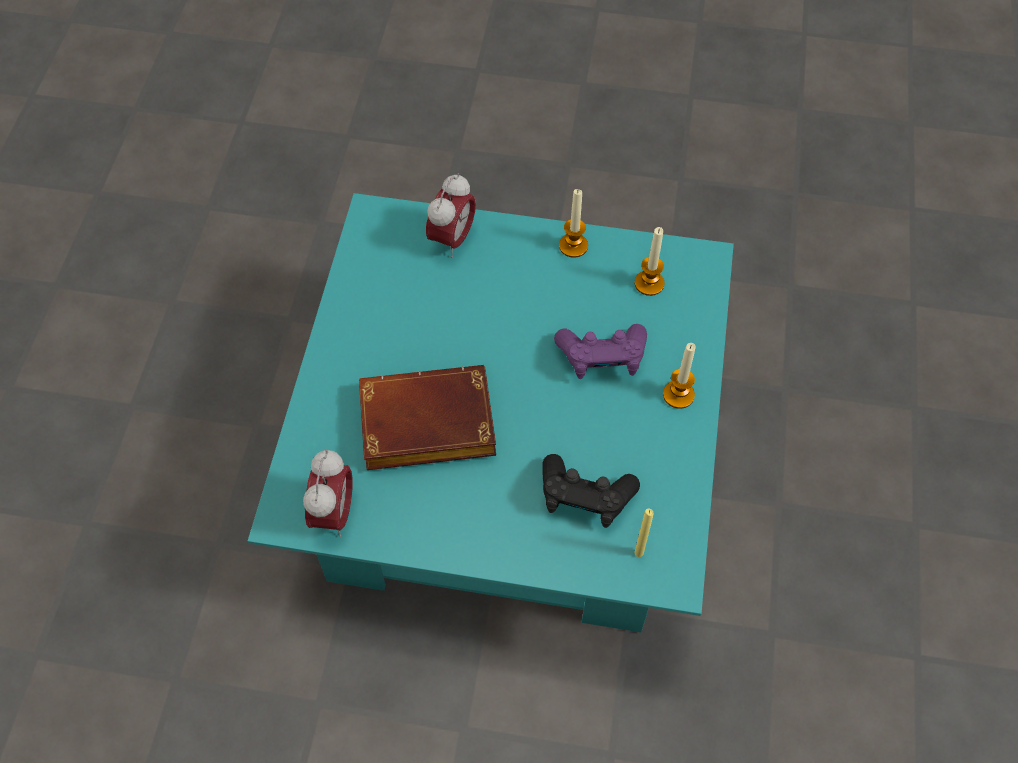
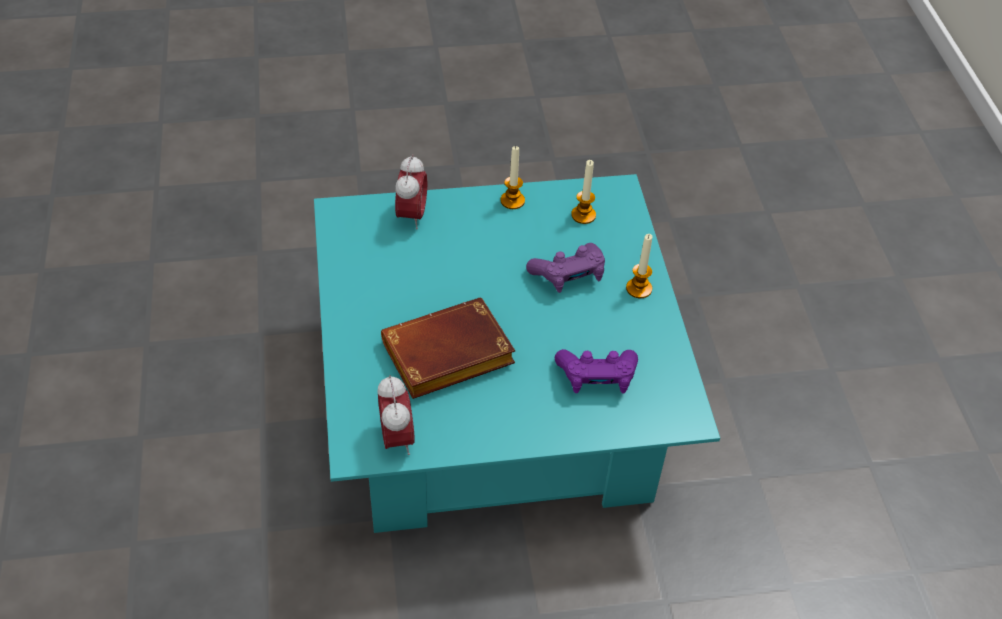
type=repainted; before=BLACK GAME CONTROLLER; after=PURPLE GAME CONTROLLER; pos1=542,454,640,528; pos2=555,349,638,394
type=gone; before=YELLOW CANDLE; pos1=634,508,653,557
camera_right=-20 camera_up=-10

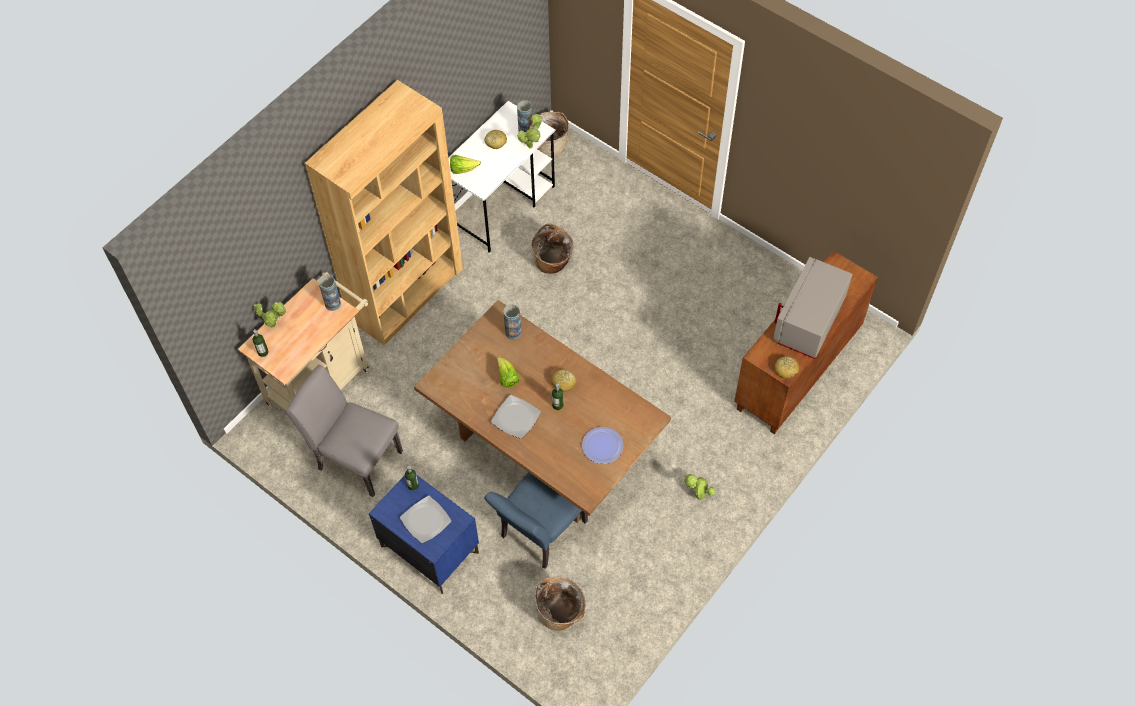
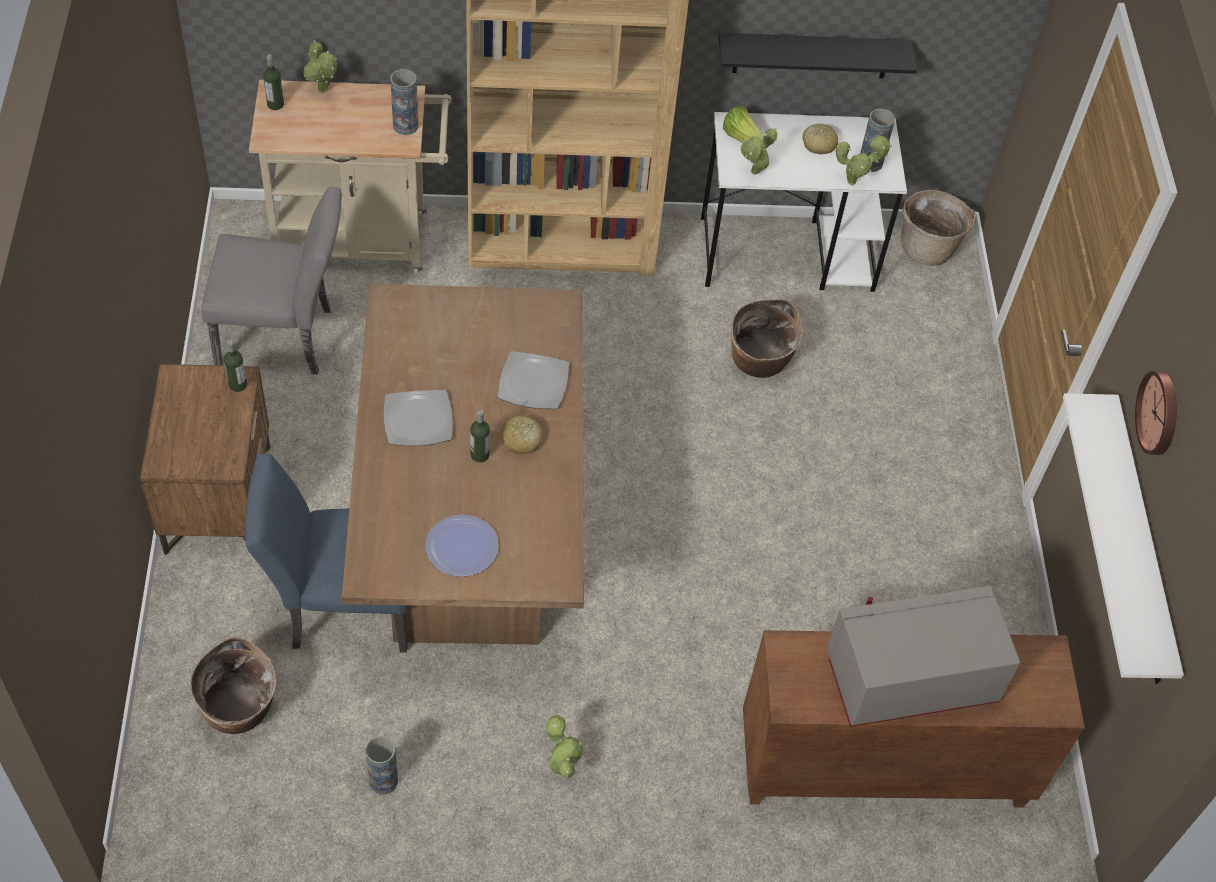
type=rotated; before=GREY CHAIR; pos1=286,364,403,497; pos2=201,187,342,375; turn=105
type=repainted; before=BLUE NIGHTSTAND; after=BROWN NIGHTSTAND; pos1=369,475,479,594; pos2=140,364,271,555
type=shifted; before=PLATE; pos1=400,496,452,543; pos2=498,351,569,409
type=gone; before=LETTUCE; pos1=497,357,520,388
type=shifted; before=VASE; pos1=503,304,522,340; pos2=365,736,398,795
type=gone; before=BREAD; pos1=775,356,799,379
type=new; after=BLACK SHELF; pos2=719,33,917,78
type=new; after=POTTED PLANT; pos2=740,128,777,174
type=new; after=WHITE SHELF; pos2=1063,393,1184,684
type=new; after=WALL CLOCK; pos2=1135,371,1177,455
camera_right=45 camera_up=-5

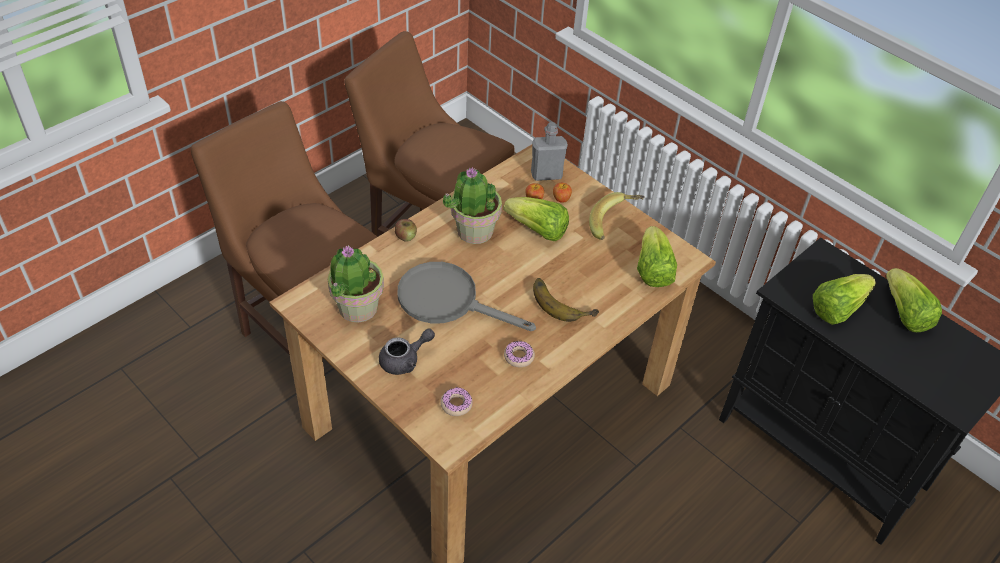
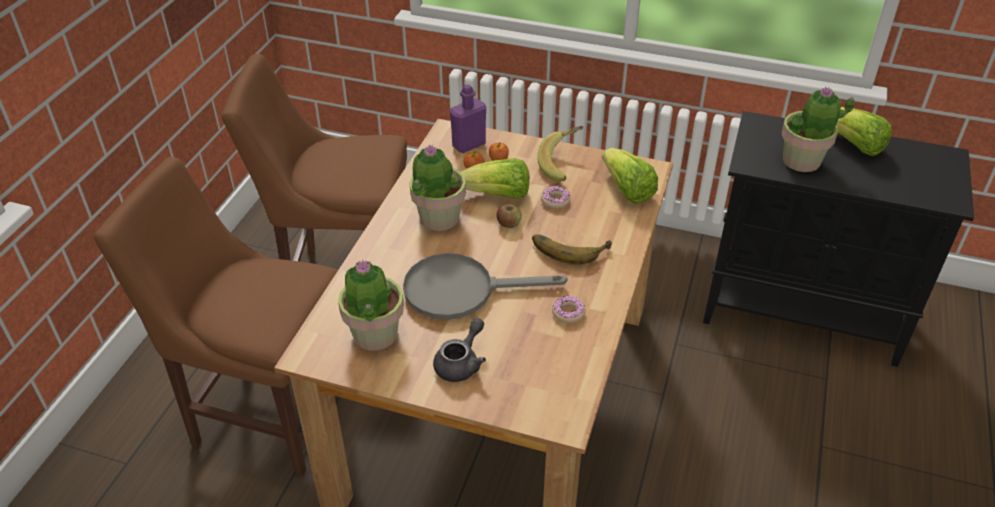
type=shifted; before=APPLE; pos1=395,219,417,242; pos2=496,204,522,228
type=shifted; before=DONUT; pos1=440,387,473,416; pos2=541,186,570,209
type=repainted; before=GREY BOTTLE; after=PURPLE BOTTLE; pos1=531,122,568,181; pos2=450,84,486,153
type=swapped; before=LETTUCE; after=POTTED PLANT; pos1=813,274,876,325; pos2=781,86,855,172
camera_right=-25 camera_up=-5

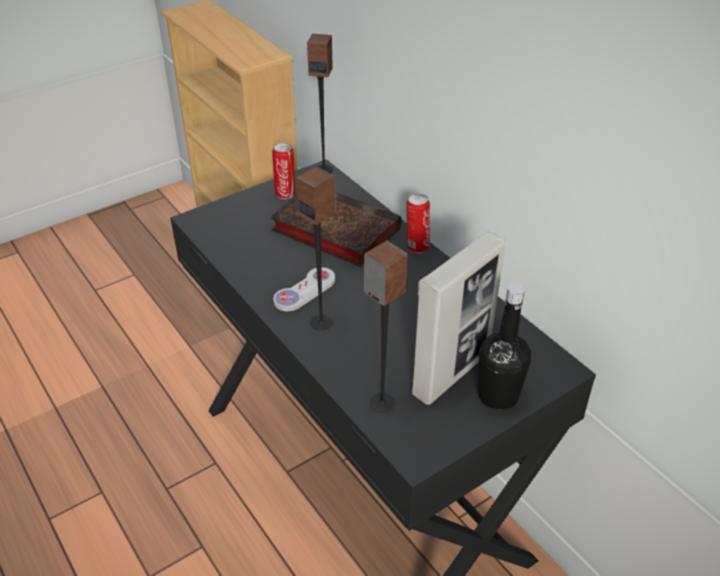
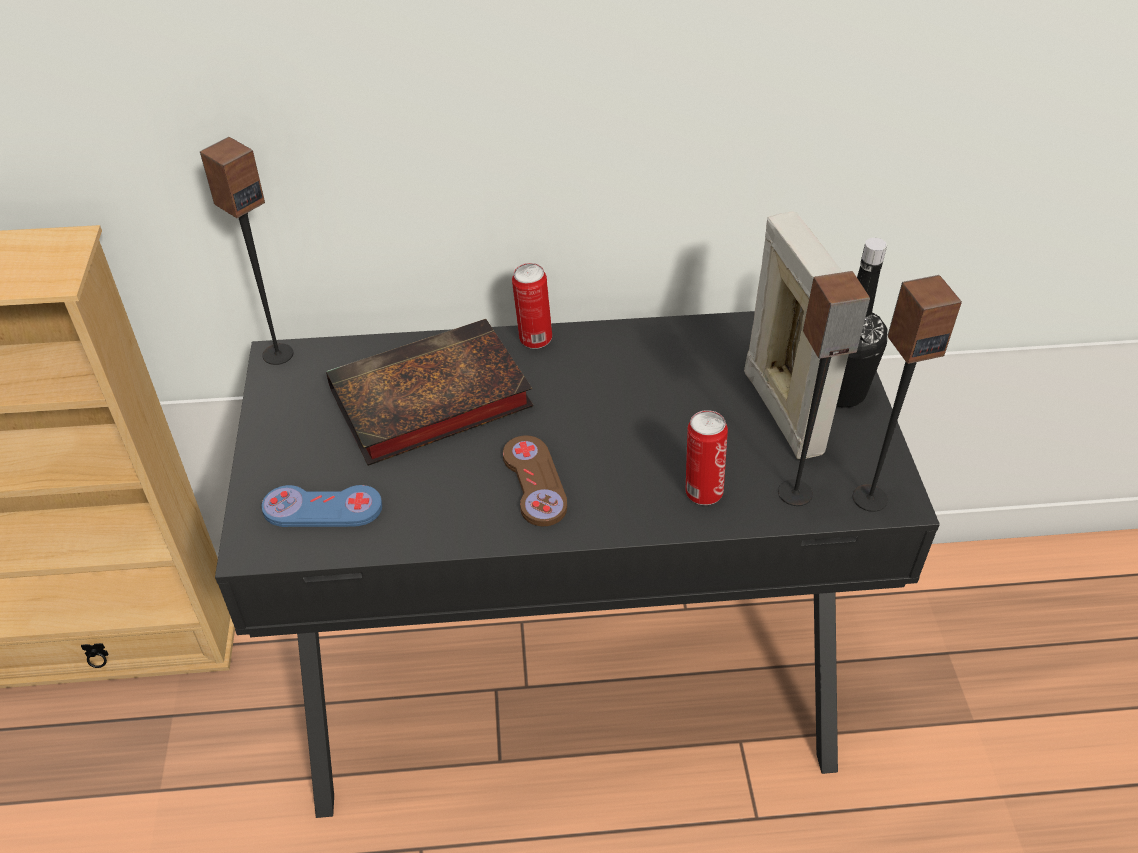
type=shifted; before=CAN; pos1=272,143,295,199; pos2=686,410,728,505
type=repainted; before=WHITE GAME CONTROLLER; after=BROWN GAME CONTROLLER; pos1=273,267,335,311; pos2=503,435,567,526
type=shifted; before=SPEAKER; pos1=296,167,336,331; pos2=853,275,962,512
type=new; after=BLUE GAME CONTROLLER; pos2=261,485,382,527
camera_right=-60 camera_up=5

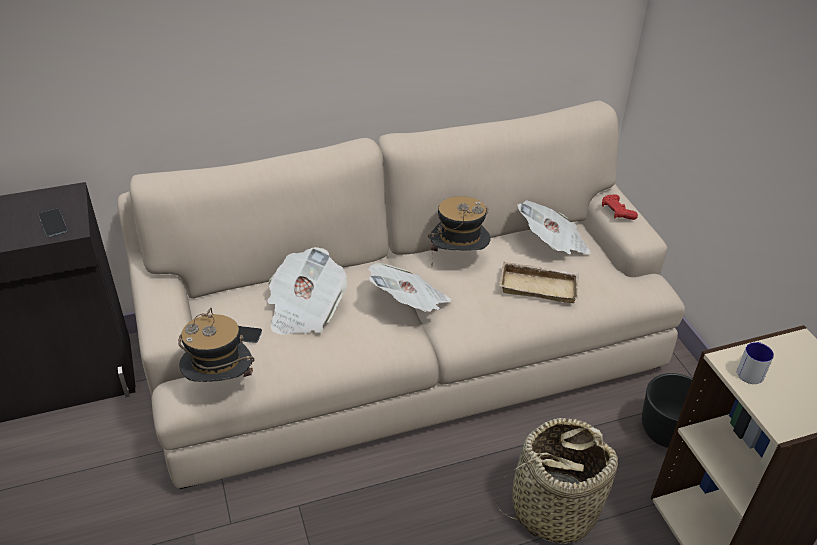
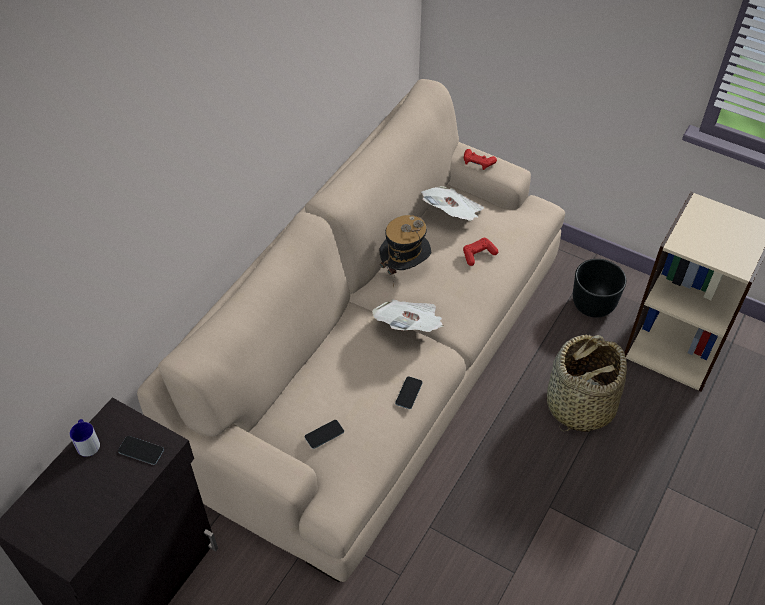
type=gone; before=HAT; pos1=178,308,255,382
type=gone; before=NEWSPAPER; pos1=267,247,348,335
type=swapped; before=BEIGE TRAY; after=RED GAME CONTROLLER; pos1=499,261,579,303; pos2=463,238,498,266
type=shifted; before=MUG; pos1=737,342,774,384; pos2=70,419,100,457
type=new; after=PHONE; pos2=395,376,423,409
camera_right=-40 camera_up=10

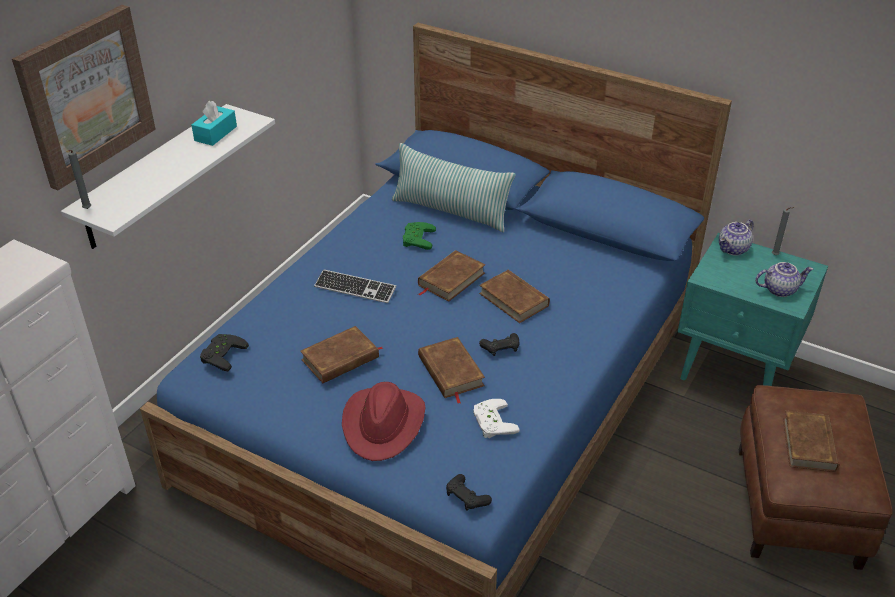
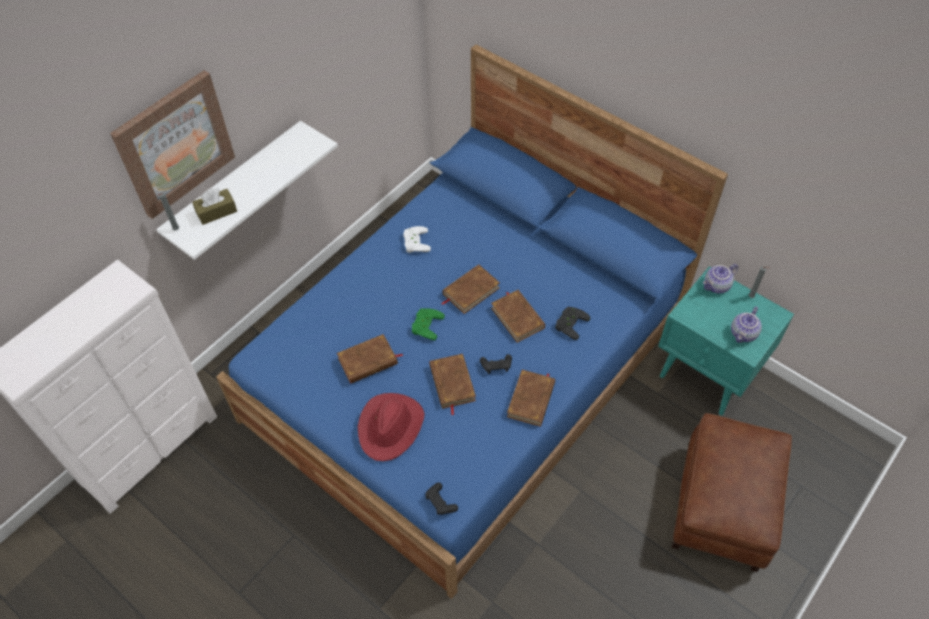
type=gone; before=TURQUOISE TISSUE BOX; pos1=191,100,237,146
type=shifted; before=BLACK GAME CONTROLLER; pos1=200,334,249,371; pos2=555,307,590,340
type=gone; before=KEYBOARD; pos1=314,269,396,303
type=gone; before=PILLOW; pos1=392,143,516,233
type=shifted; before=GREEN GAME CONTROLLER; pos1=403,222,436,250; pos2=412,309,445,340
type=shifted; before=WHITE GAME CONTROLLER; pos1=473,399,520,438; pos2=404,226,431,253
type=rotated; before=TEAPOT; pos1=755,262,813,297; pos2=731,306,762,343; turn=120
type=shifted; before=BROWN BOOK; pos1=783,411,838,472; pos2=507,370,555,427
type=new; after=BROWN TISSUE BOX; pos2=192,188,237,225
camera_right=10 camera_up=15

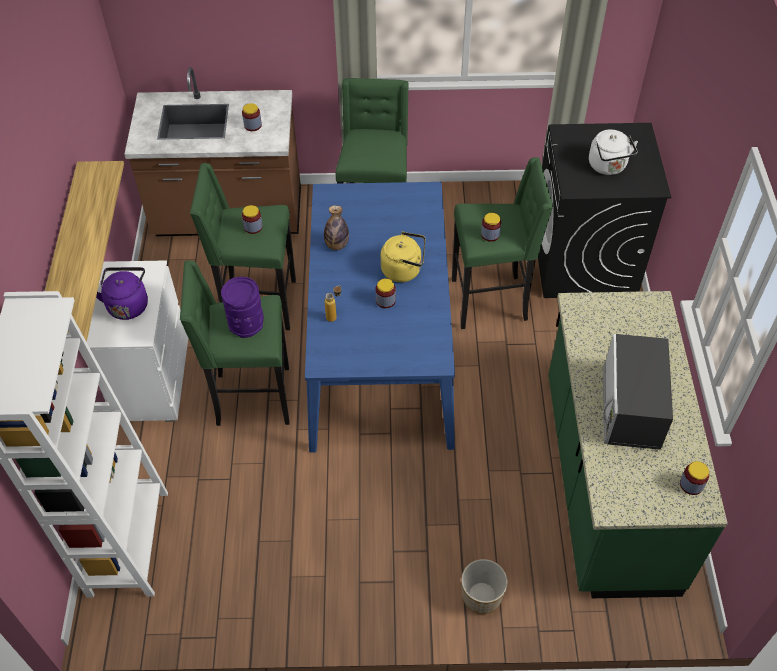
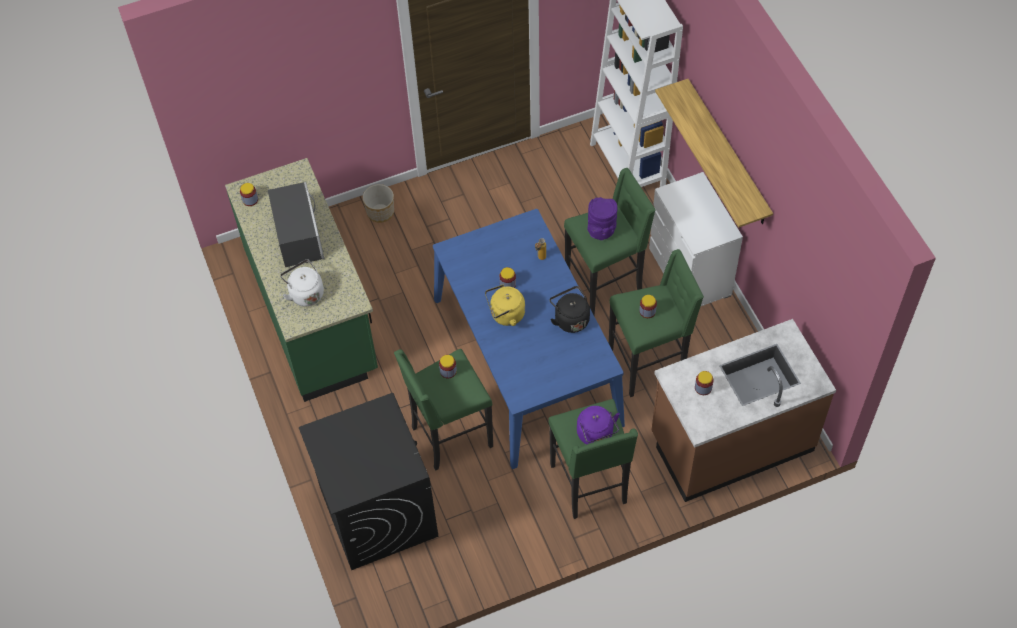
type=shifted; before=PURPLE KETTLE; pos1=96,267,148,320; pos2=577,406,620,445
type=swapped; before=BOTTLE; after=BLACK KETTLE; pos1=324,205,349,250; pos2=550,286,590,333
type=shifted; before=WHITE KETTLE; pos1=589,129,638,175; pos2=280,259,324,306
camera_right=160 camera_up=5

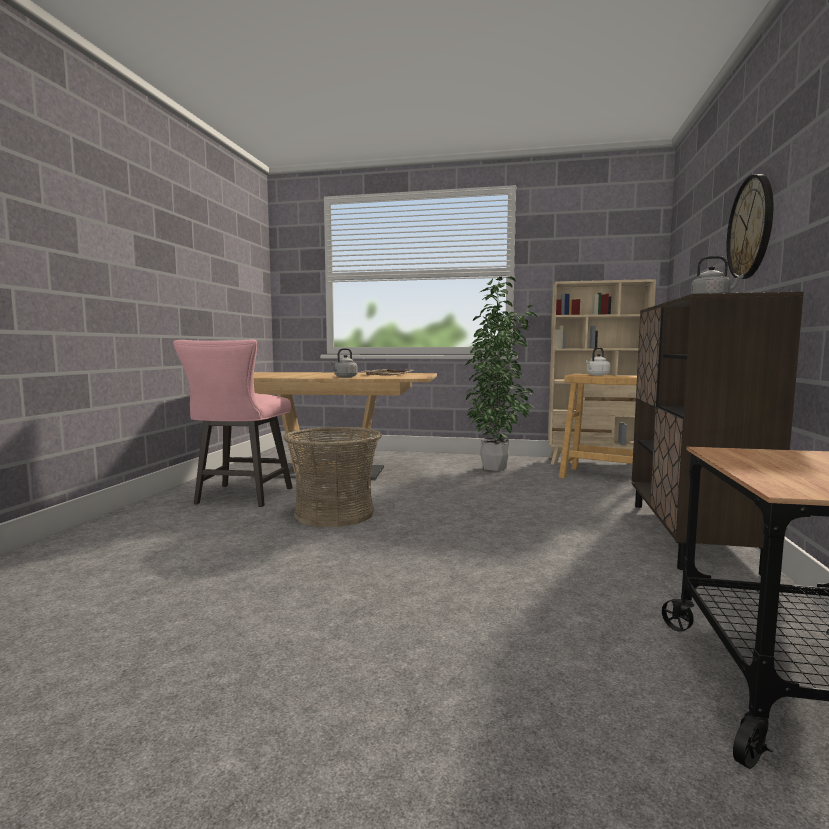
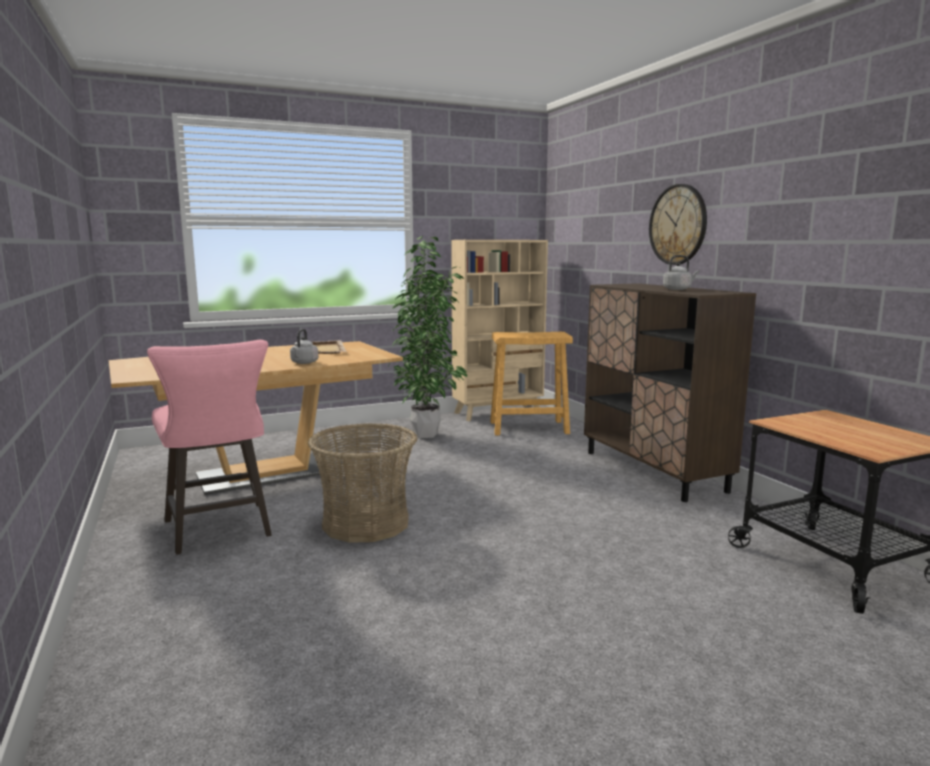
type=gone; before=WHITE KETTLE; pos1=586,348,610,376
camera_right=-35 camera_up=5

